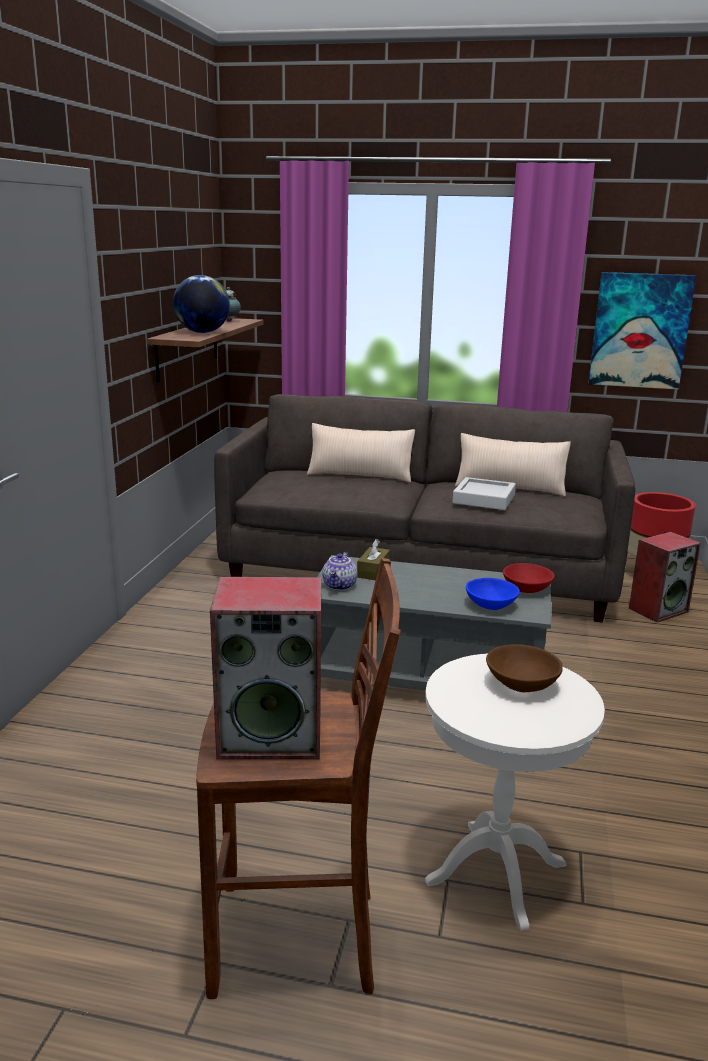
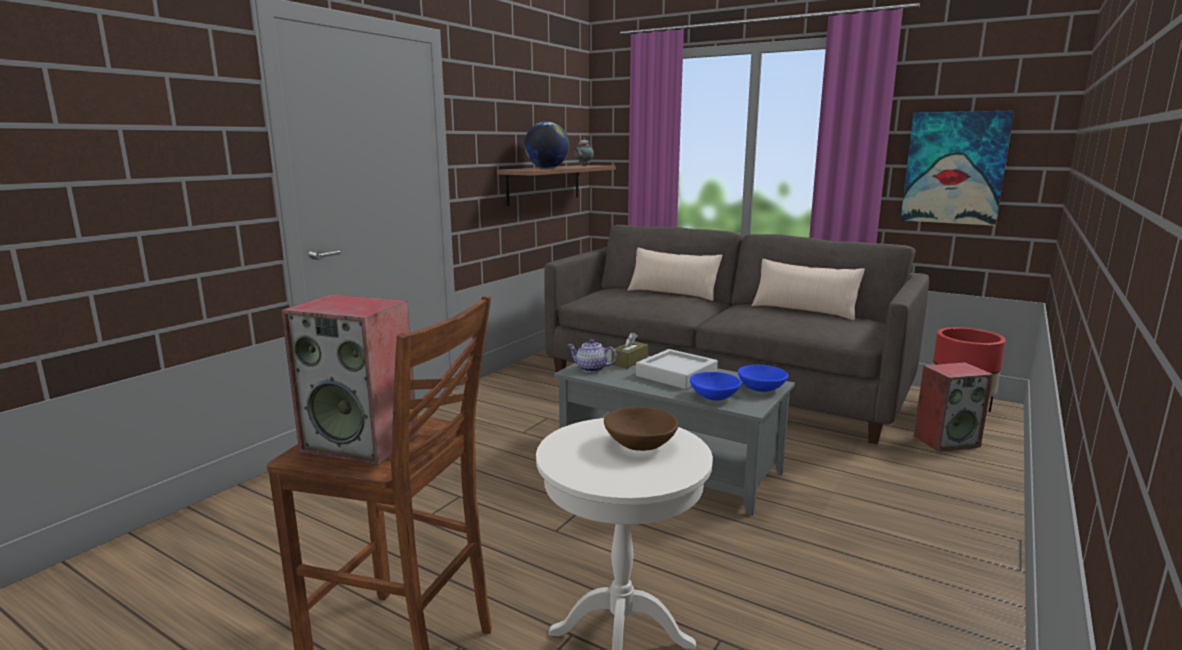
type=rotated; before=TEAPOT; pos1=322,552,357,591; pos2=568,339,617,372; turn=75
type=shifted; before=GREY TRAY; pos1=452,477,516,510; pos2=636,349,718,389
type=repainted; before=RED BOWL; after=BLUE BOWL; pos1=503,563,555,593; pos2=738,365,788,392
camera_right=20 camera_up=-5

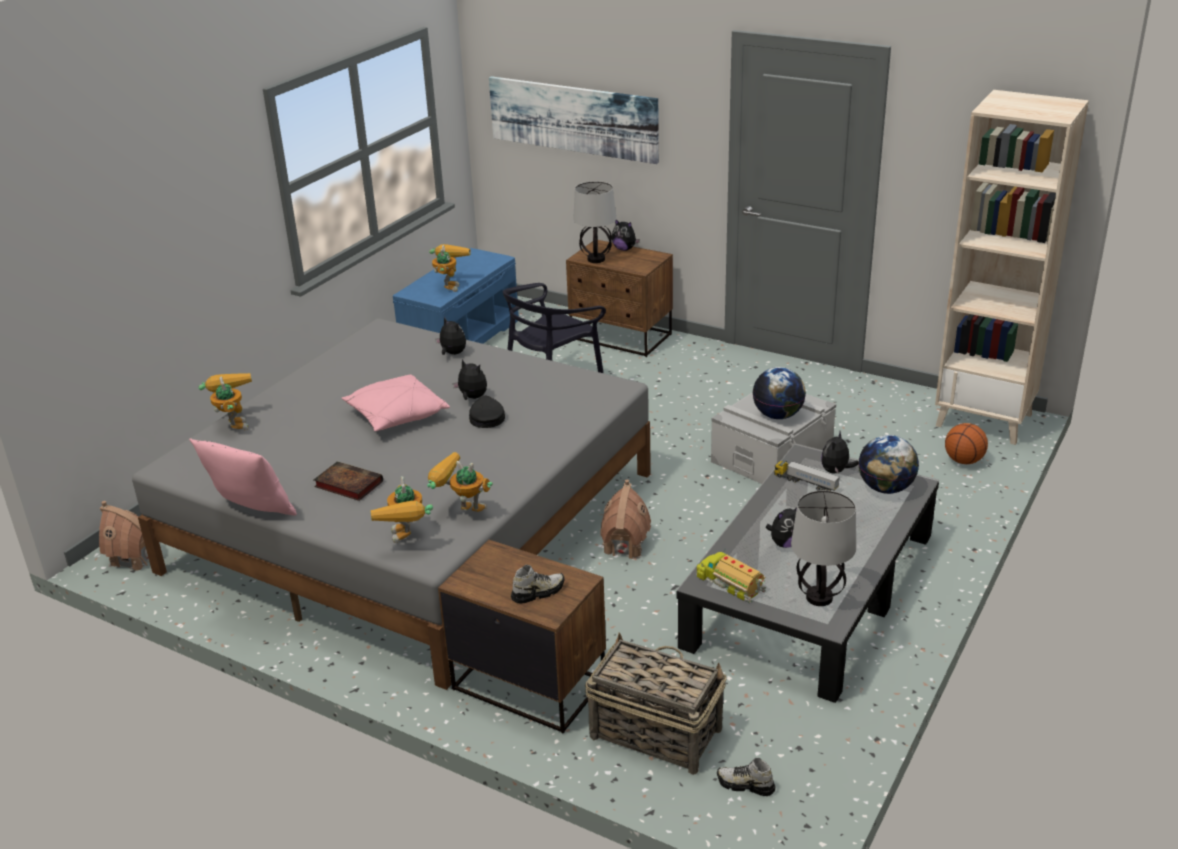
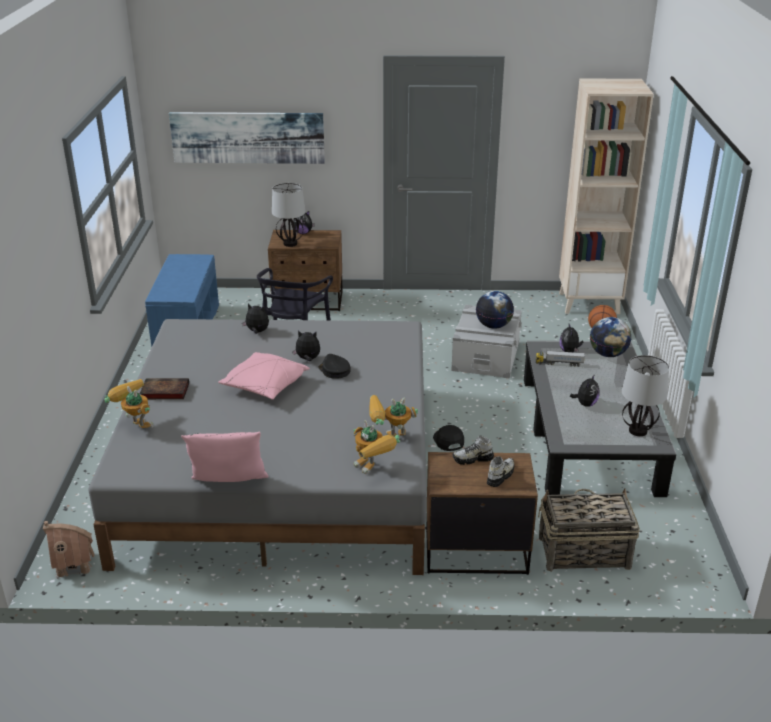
type=shifted; before=BOOK; pos1=314,461,383,501; pos2=140,378,189,399
type=gone; before=TOY ROBOT; pos1=429,244,471,292
type=swapped; before=TOY HOUSE; after=BLACK CAP; pos1=600,480,651,559; pos2=433,425,464,451
type=gone; before=TOY TRUCK; pos1=696,548,766,603
type=shifted; before=SHOE; pos1=717,758,775,796; pos2=453,435,494,465
camera_right=-30 camera_up=0

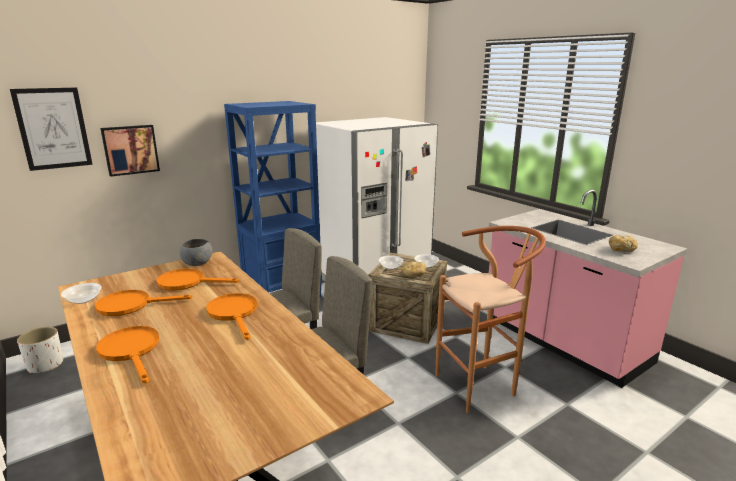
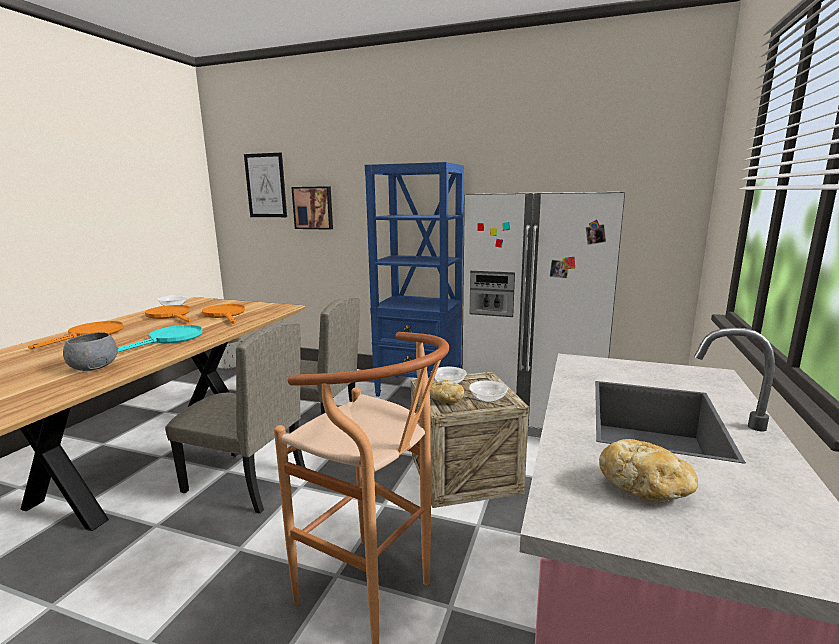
type=shifted; before=GREY BOWL; pos1=180,239,213,266; pos2=63,332,118,371
type=repainted; before=ORANGE FRYING PAN; after=TURQUOISE FRYING PAN; pos1=206,293,257,340; pos2=118,325,203,352
camera_right=55 camera_up=-5

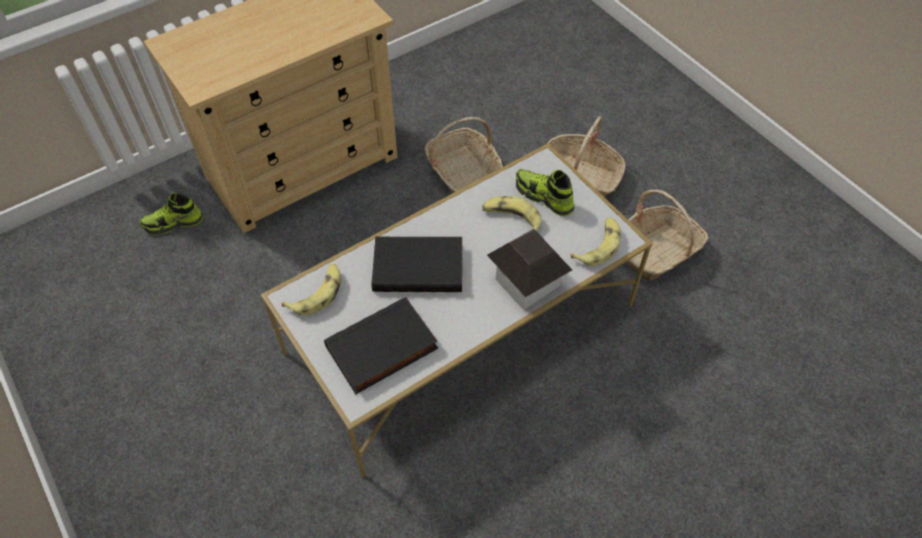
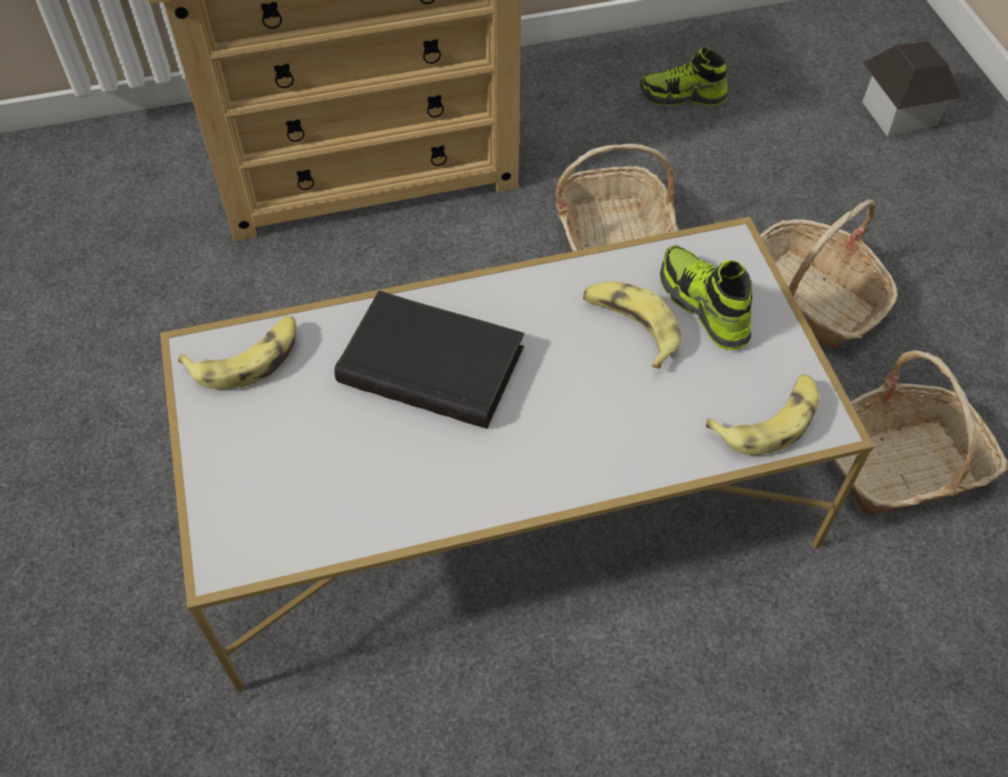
type=shifted; before=SHOE; pos1=139,193,203,235; pos2=640,47,728,106
type=gone; before=BLACK BOOK; pos1=324,297,438,395
type=shifted; before=TOY HOUSE; pos1=487,229,572,310; pos2=862,41,962,137
camera_right=20 camera_up=0

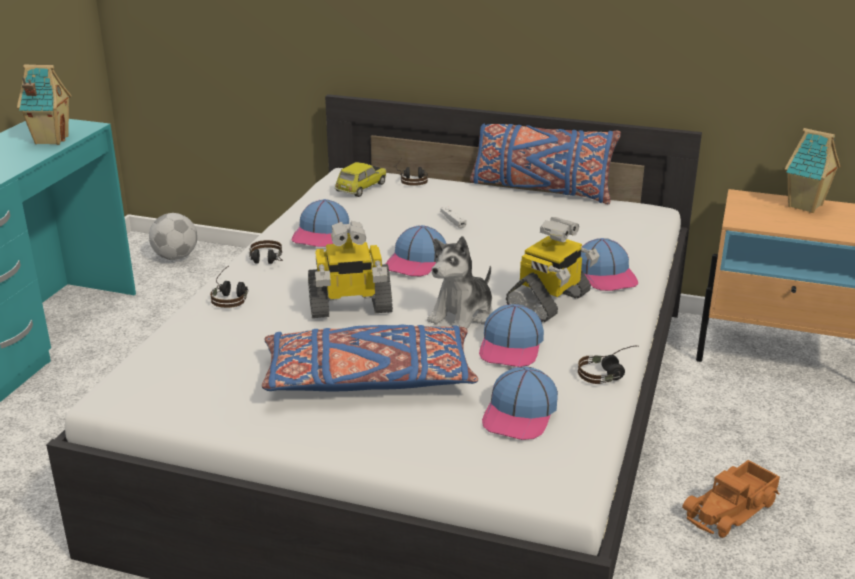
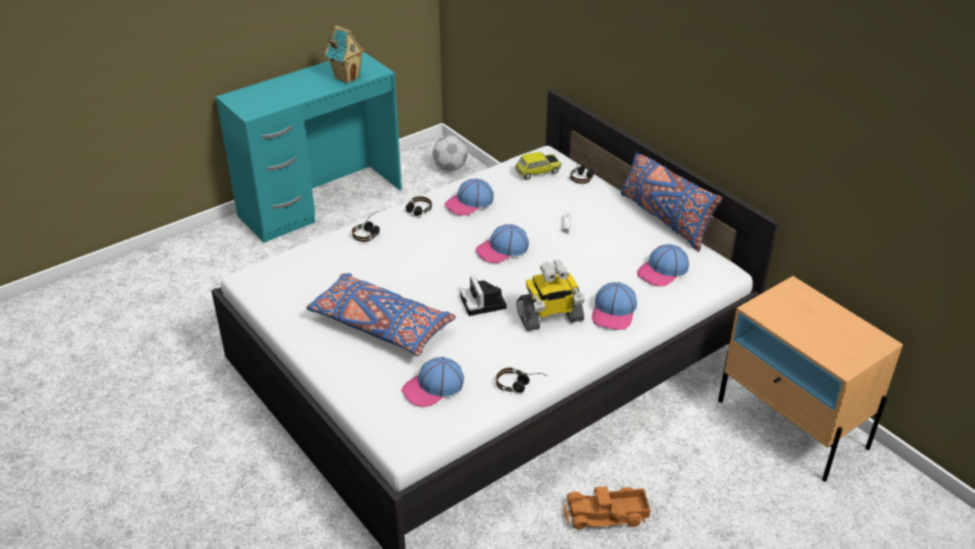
type=gone; before=TOY ROBOT; pos1=308,221,393,318
type=swapped; before=PLUSH TOY; after=PHOTO CAMERA; pos1=427,236,493,328; pos2=460,275,507,316
type=shifted; before=CAP; pos1=479,304,544,367; pos2=637,244,689,287
type=gone; before=TOY HOUSE; pos1=785,128,840,213
camera_right=35 camera_up=10

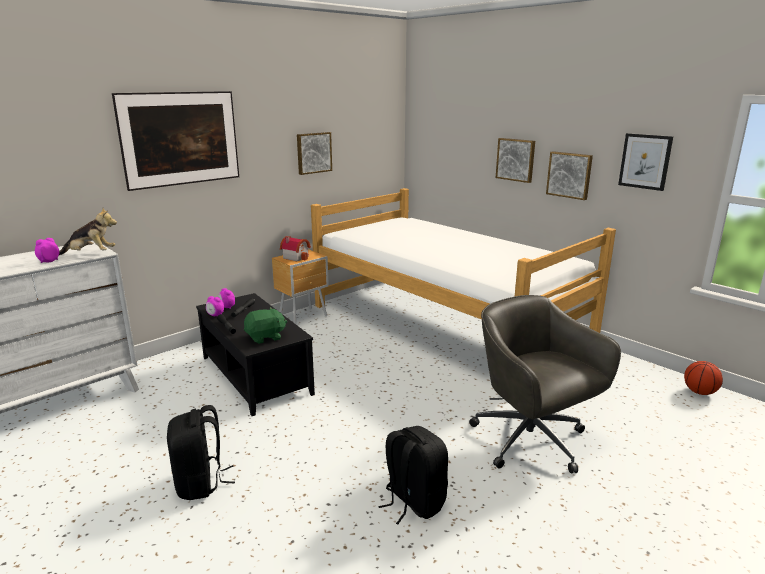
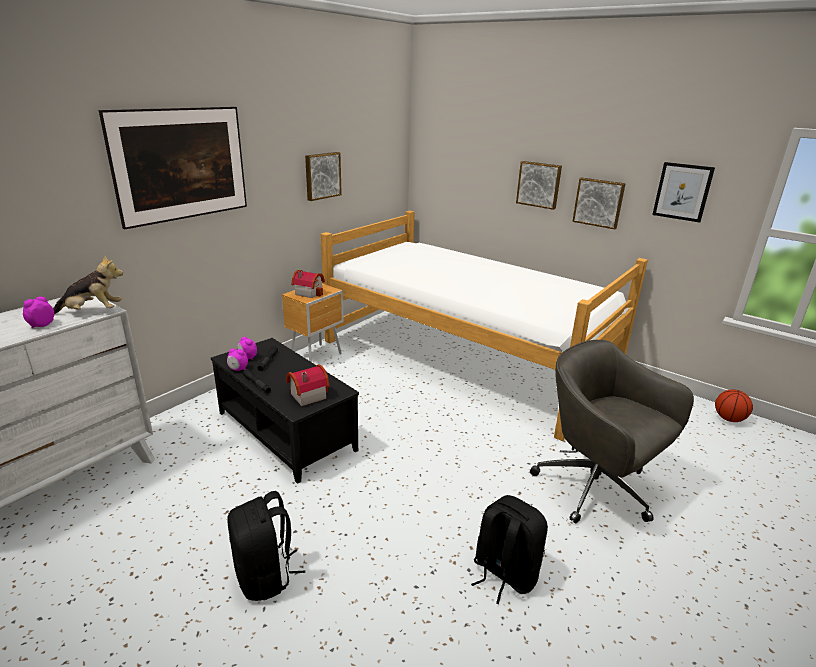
type=swapped; before=GREEN PLUSH TOY; after=TOY HOUSE; pos1=244,307,287,344; pos2=286,364,330,406
camera_right=-10 camera_up=5

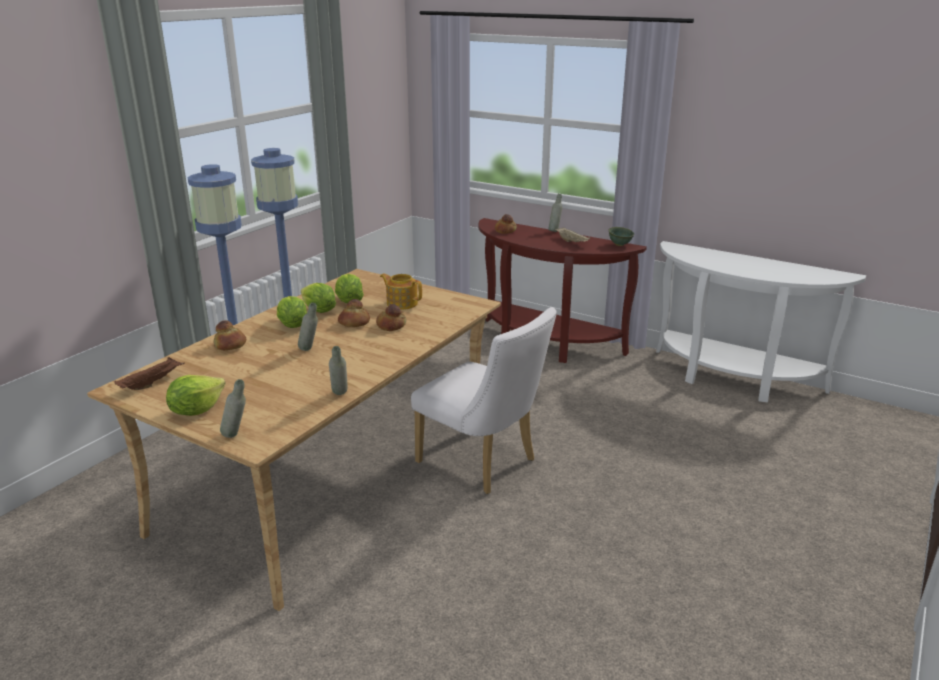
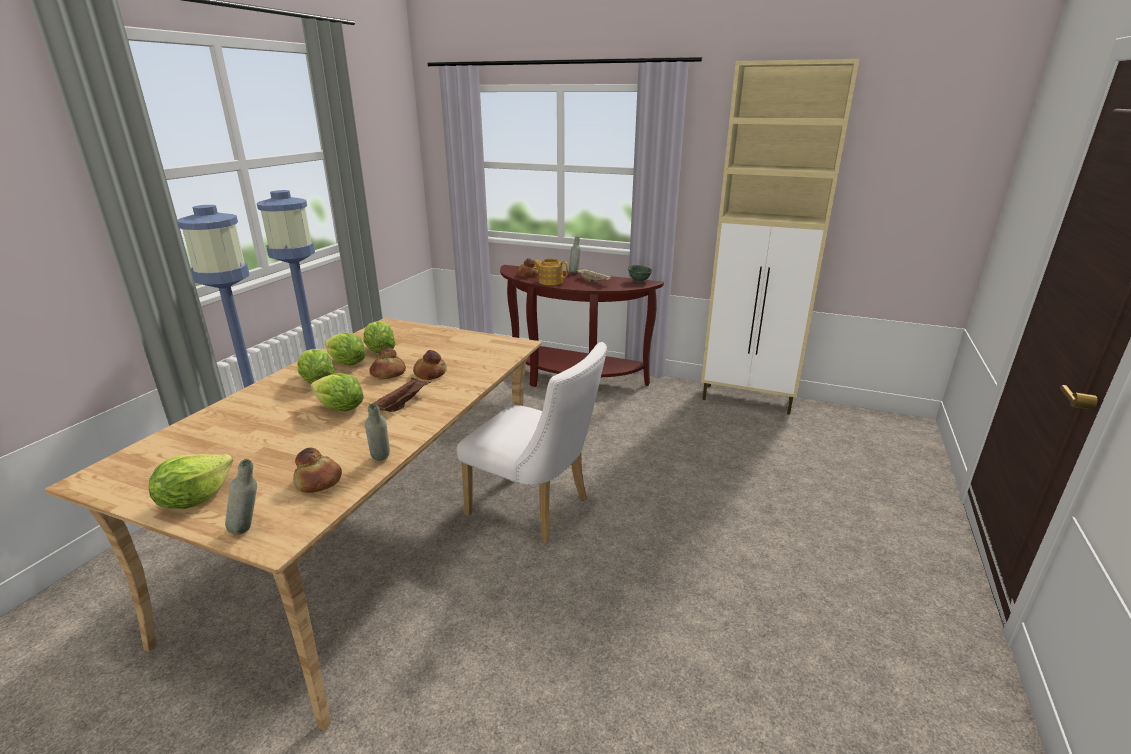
type=shifted; before=BROWN TRAY; pos1=114,357,185,390; pos2=369,377,431,412
type=shifted; before=BREAD; pos1=214,320,246,350; pos2=293,448,342,493
type=swapped; before=GREY BOTTLE; after=LETTUCE; pos1=298,303,318,351; pos2=310,373,364,412
type=shifted; before=TEAPOT; pos1=380,273,422,310; pos2=532,258,568,285
type=swapped; before=WHITE CONSOLE TABLE; after=BEIGE CABINET; pos1=656,241,866,402; pos2=701,59,859,415
camera_right=-10 camera_up=0

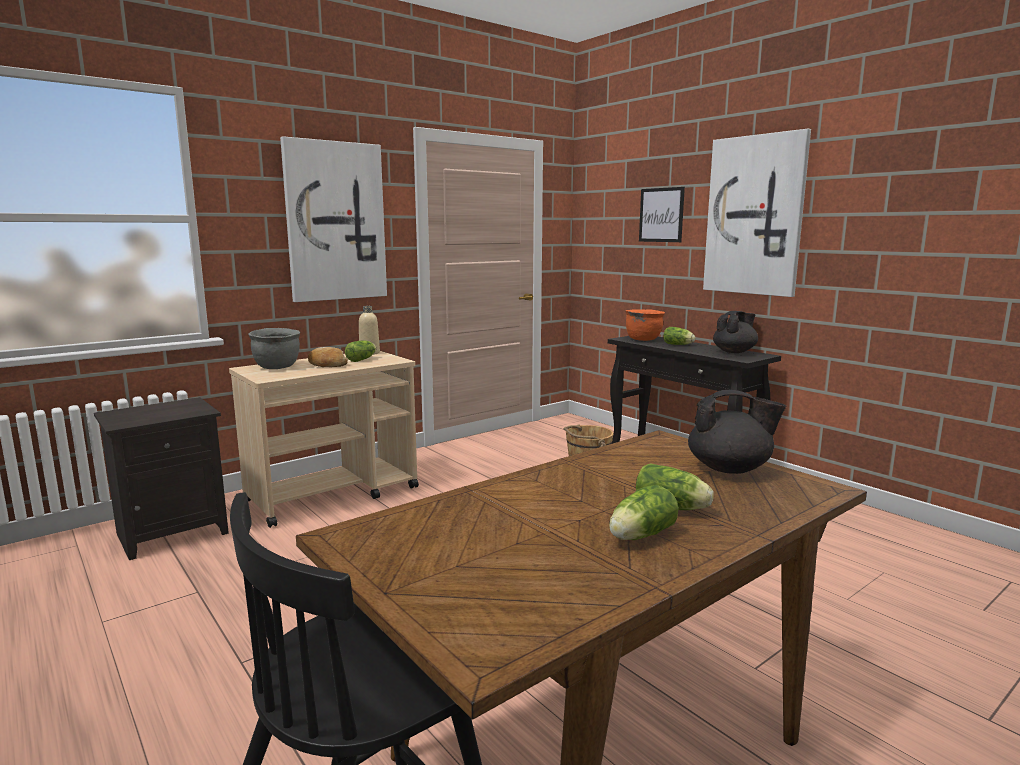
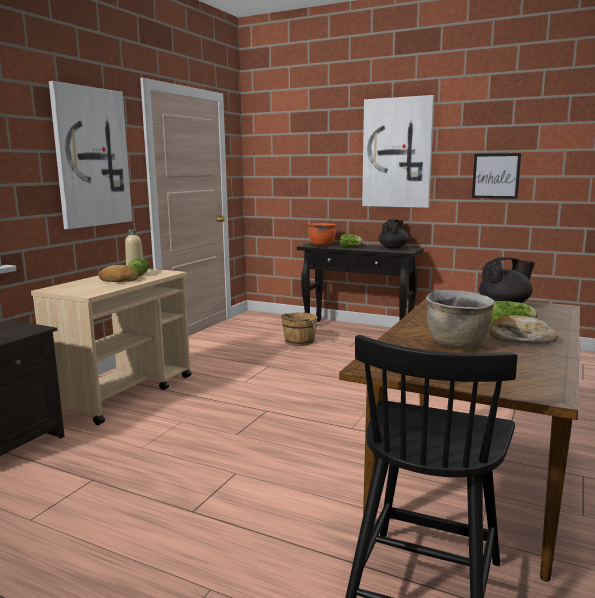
type=gone; before=GREY COOKING POT; pos1=248,328,300,369
type=swapped; before=LETTUCE; after=BREAD; pos1=609,485,679,540; pos2=490,315,558,344
type=shifted; before=PICTURE; pos1=639,187,685,242; pos2=472,153,521,199
type=new; after=BROWN COOKING POT; pos2=426,290,495,349
camera_right=-25 camera_up=0

